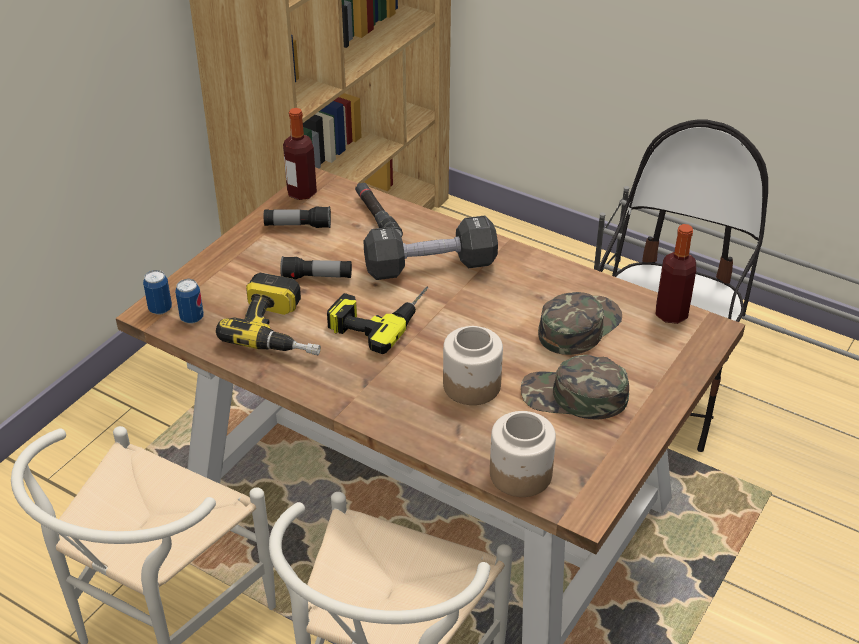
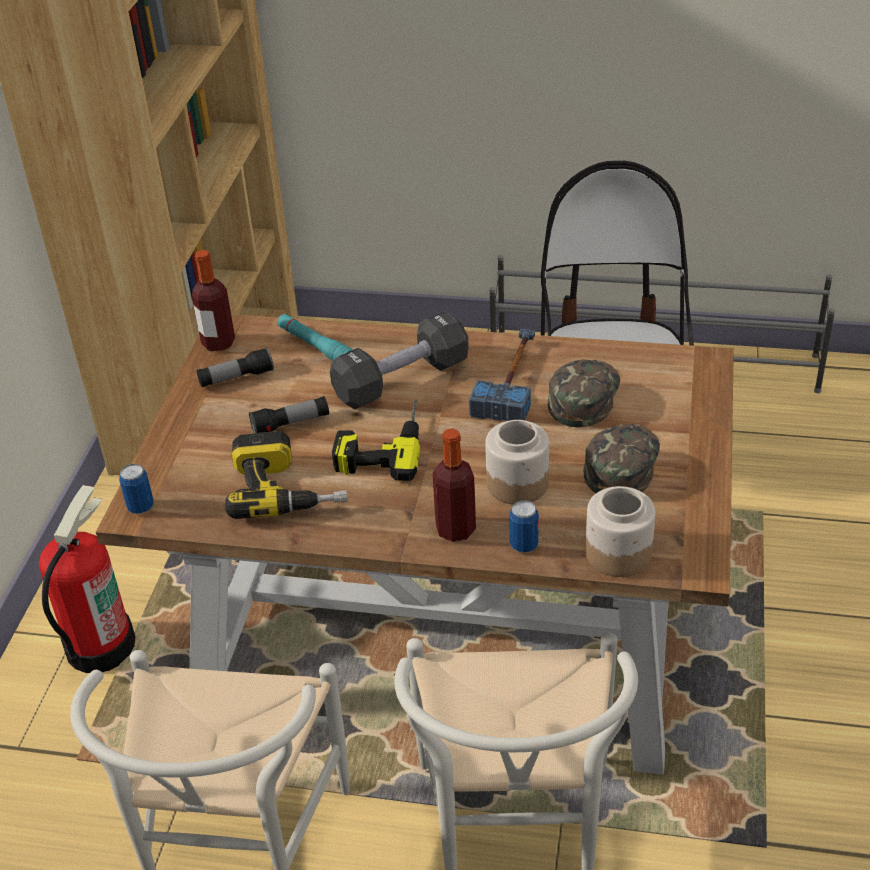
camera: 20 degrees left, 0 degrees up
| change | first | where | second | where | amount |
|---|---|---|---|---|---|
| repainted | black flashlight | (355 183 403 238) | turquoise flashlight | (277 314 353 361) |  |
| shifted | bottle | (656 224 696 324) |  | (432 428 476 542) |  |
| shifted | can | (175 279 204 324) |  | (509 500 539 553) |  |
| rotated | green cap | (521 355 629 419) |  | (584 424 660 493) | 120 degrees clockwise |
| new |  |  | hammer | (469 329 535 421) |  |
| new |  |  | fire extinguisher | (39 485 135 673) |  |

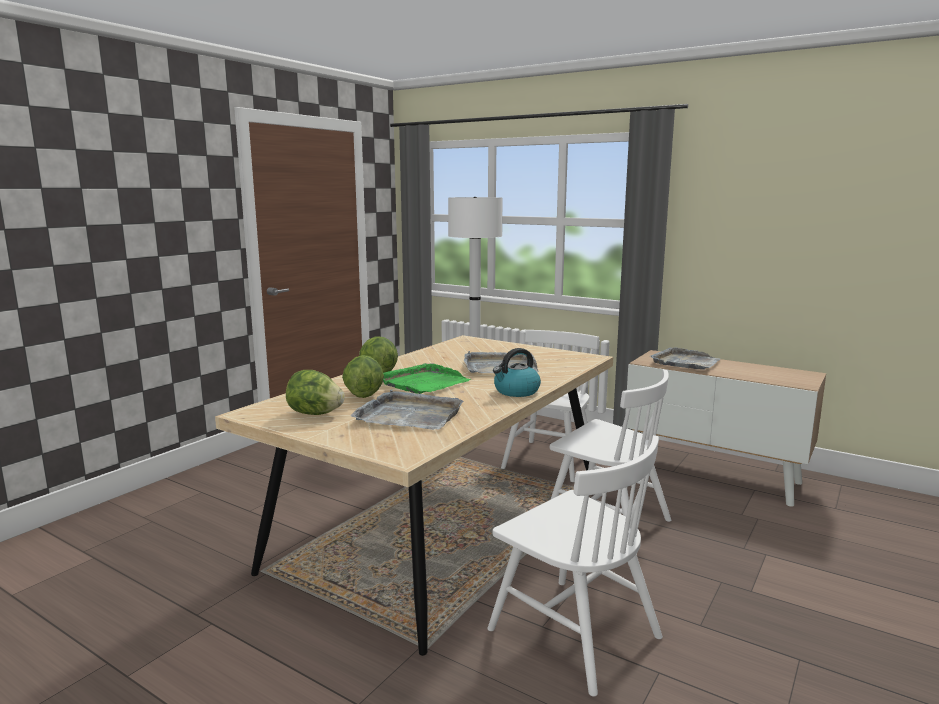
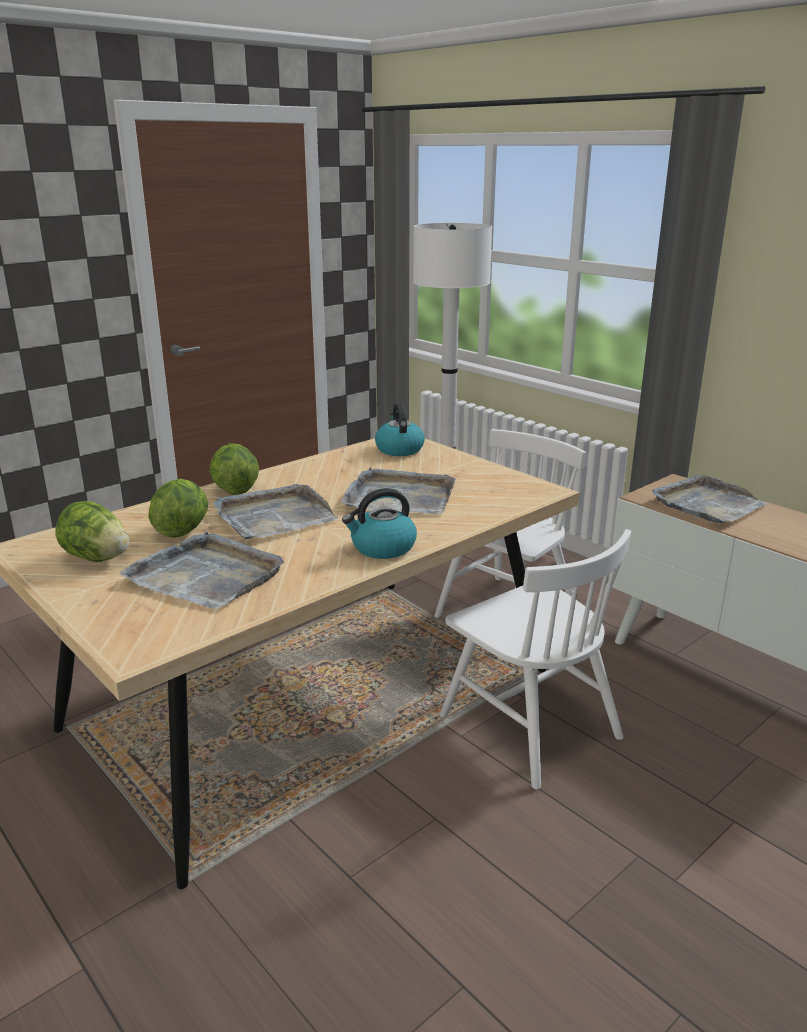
camera: 15 degrees right, 10 degrees up
| change | first | where | second | where | amount |
|---|---|---|---|---|---|
| repainted | green tray | (383 363 471 394) | grey tray | (214 484 338 540) |  |
| gone | white chair | (488 435 663 697) |  |  |  |
| new |  |  | kettle | (375 403 425 456) |  |

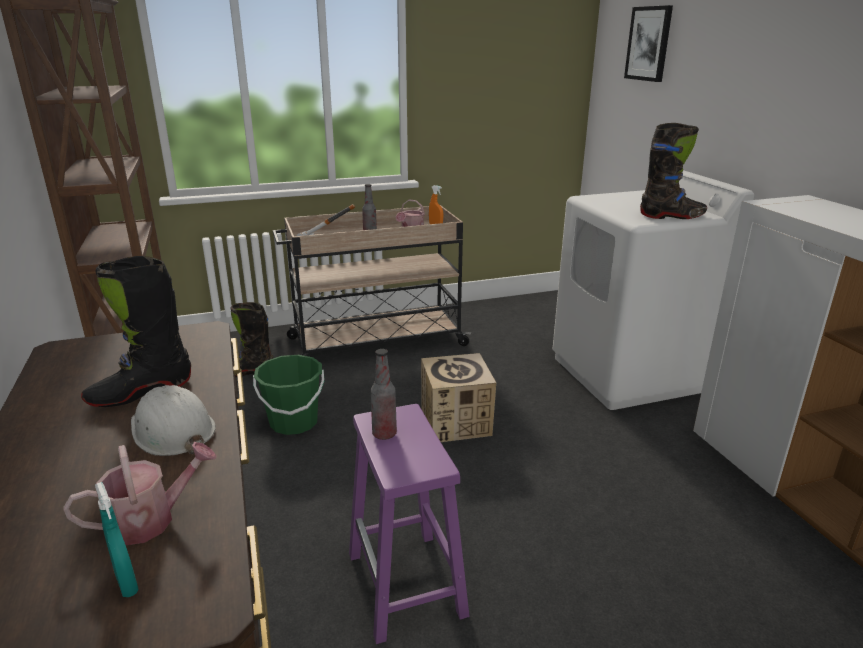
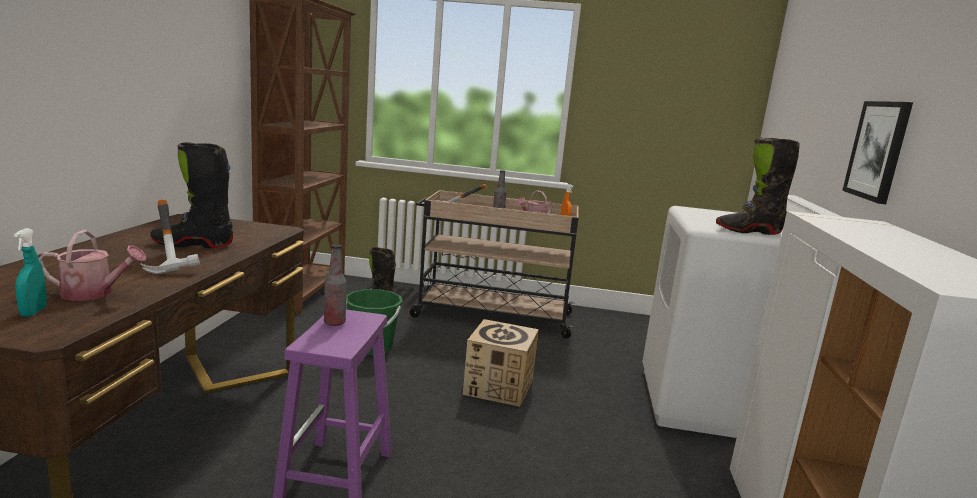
camera: 25 degrees right, 10 degrees down
| change | first | where | second | where | amount |
|---|---|---|---|---|---|
| shifted | picture | (624 5 673 82) |  | (842 101 913 204) |  |
| rotated | black boot | (640 123 707 219) |  | (716 137 800 235) | 150 degrees clockwise |
| swapped | white hard hat | (131 385 216 456) | hammer | (141 200 200 274) |  |

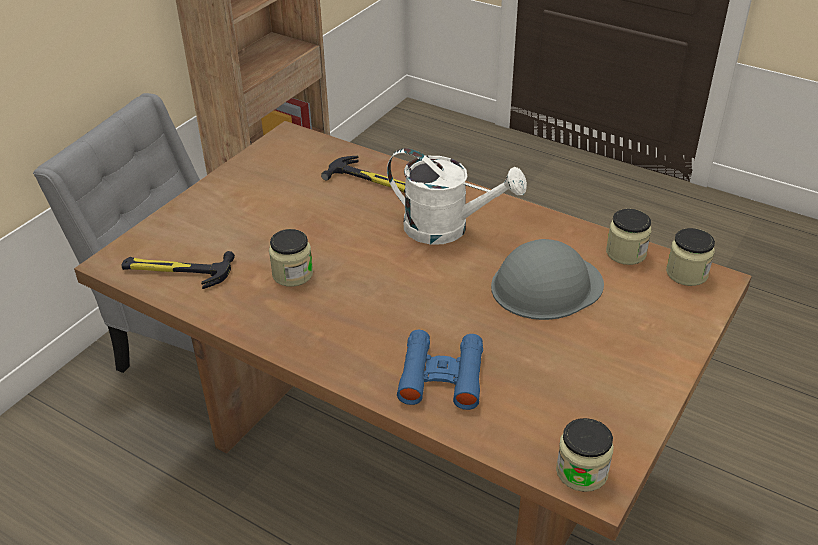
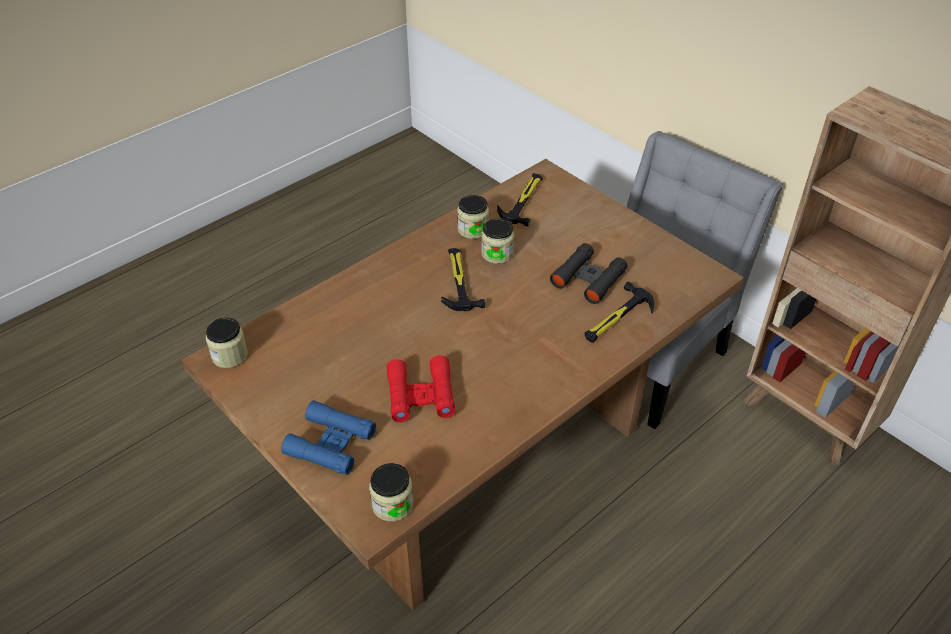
camera: 105 degrees right, 5 degrees up
| change | first | where | second | where | amount |
|---|---|---|---|---|---|
| gone | white watering can | (387 148 527 245) |  |  |  |
| shifted | jar | (606 209 651 265) |  | (457 195 489 239) |  |
| swapped | grey hard hat | (491 239 604 320) | red binoculars | (386 355 455 422) |  |
| shifted | blue binoculars | (397 330 483 410) |  | (281 400 376 475) |  |
| new |  |  | black binoculars | (550 243 628 304) |  |
| new |  |  | hammer | (441 248 485 311) |  |

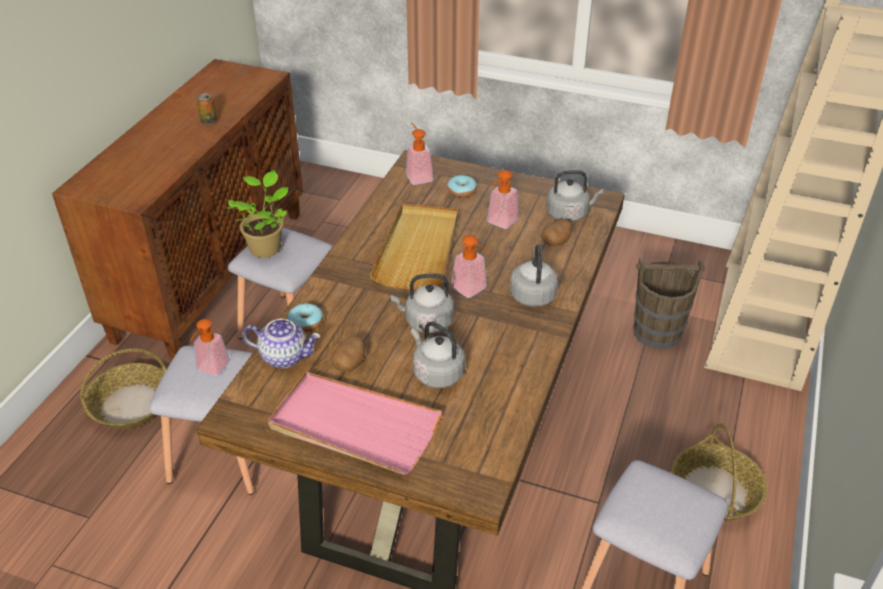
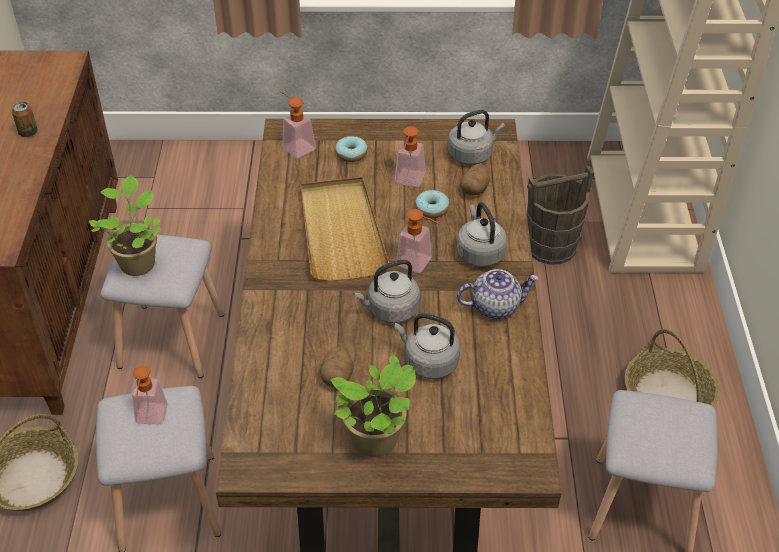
camera: 20 degrees left, 5 degrees up
| change | first | where | second | where | amount |
|---|---|---|---|---|---|
| shifted | donut | (288 303 323 332) |  | (415 190 449 218) |  |
| shifted | teapot | (242 319 320 368) |  | (457 269 539 319) |  |
| swapped | pink tray | (268 372 442 475) | potted plant | (330 354 416 457) |  |

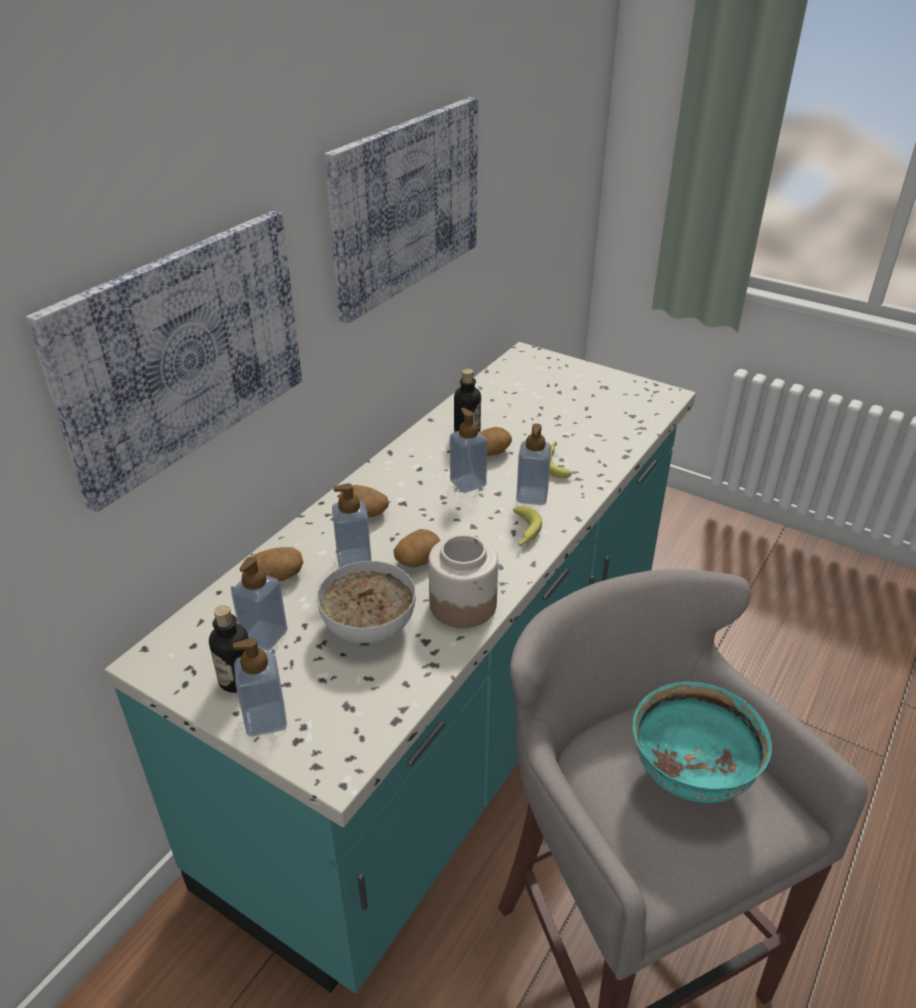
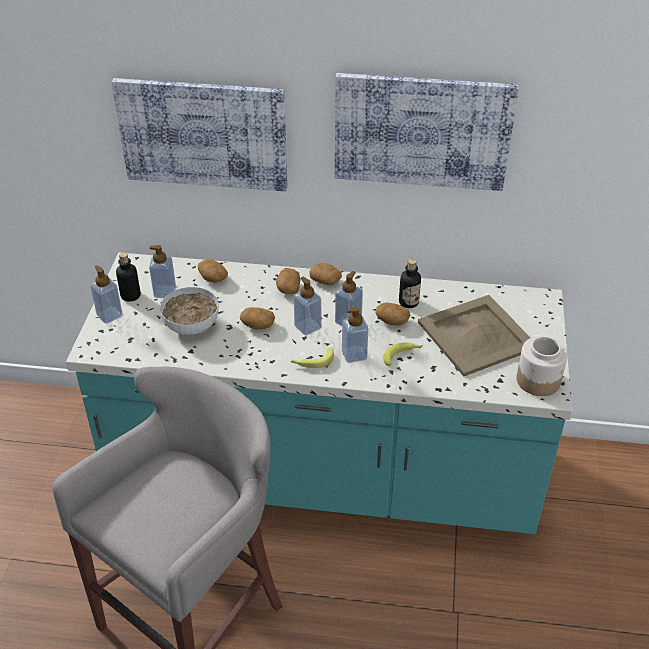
camera: 65 degrees right, 5 degrees up
| change | first | where | second | where | amount |
|---|---|---|---|---|---|
| shifted | soap dispenser | (332 483 372 568) |  | (294 277 321 336) |  |
| shifted | jar | (428 535 498 628) |  | (517 336 568 396) |  |
| gone | turquoise bowl | (633 682 772 803) |  |  |  |
| new |  |  | potato | (310 263 342 285) |  |
| new |  |  | beige tray | (418 295 530 376) |  |

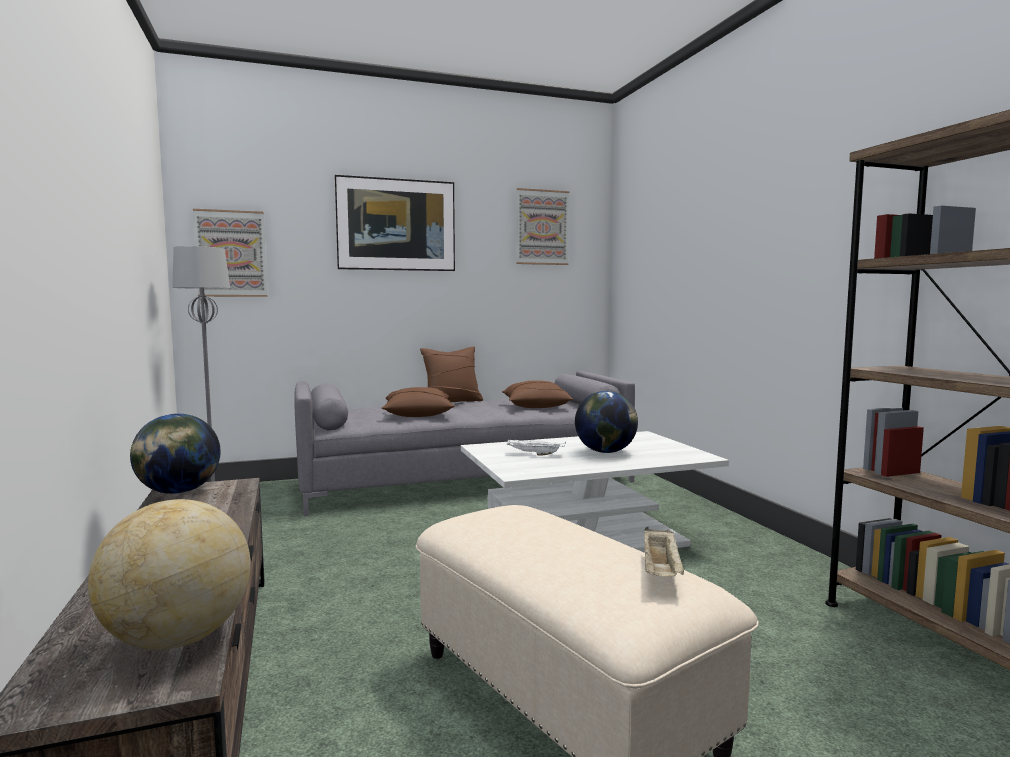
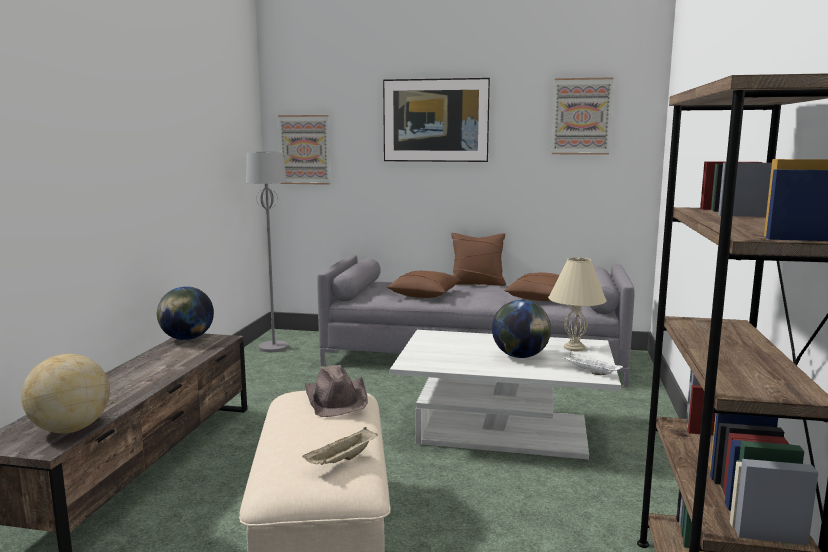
camera: 30 degrees right, 5 degrees up
| change | first | where | second | where | amount |
|---|---|---|---|---|---|
| shifted | white tray | (506 439 566 456) |  | (563 353 623 375) |  |
| new |  |  | beige table lamp | (548 257 607 351) |  |
| new |  |  | brown hat | (305 365 368 417) |  |

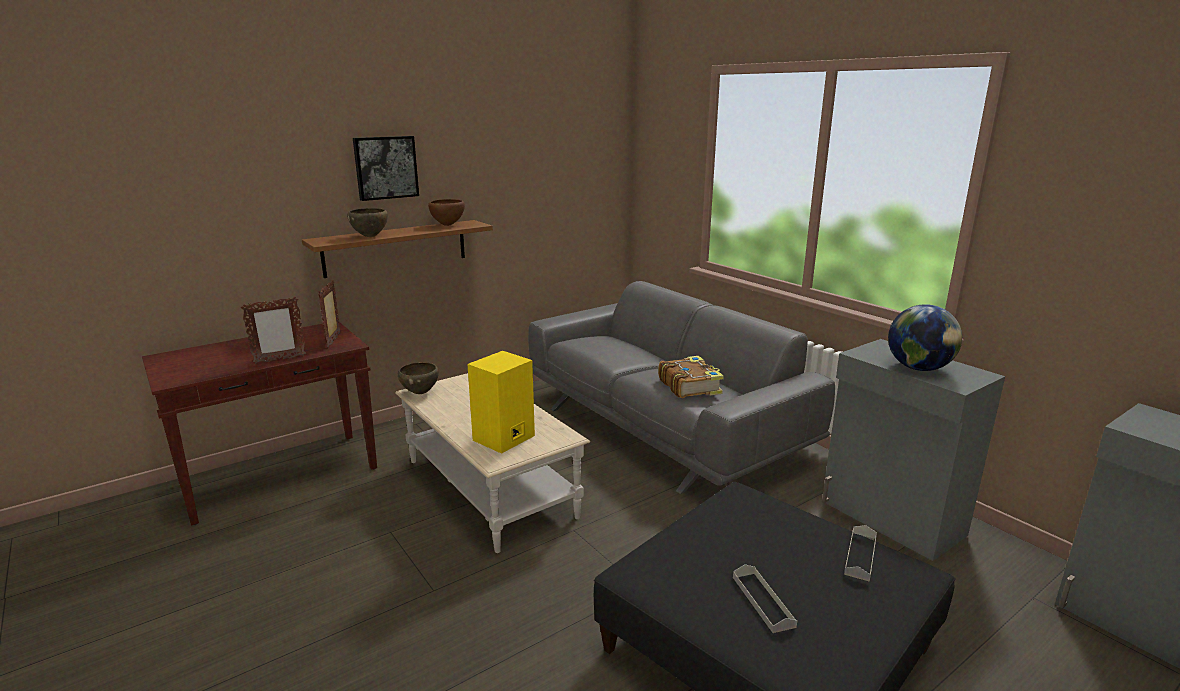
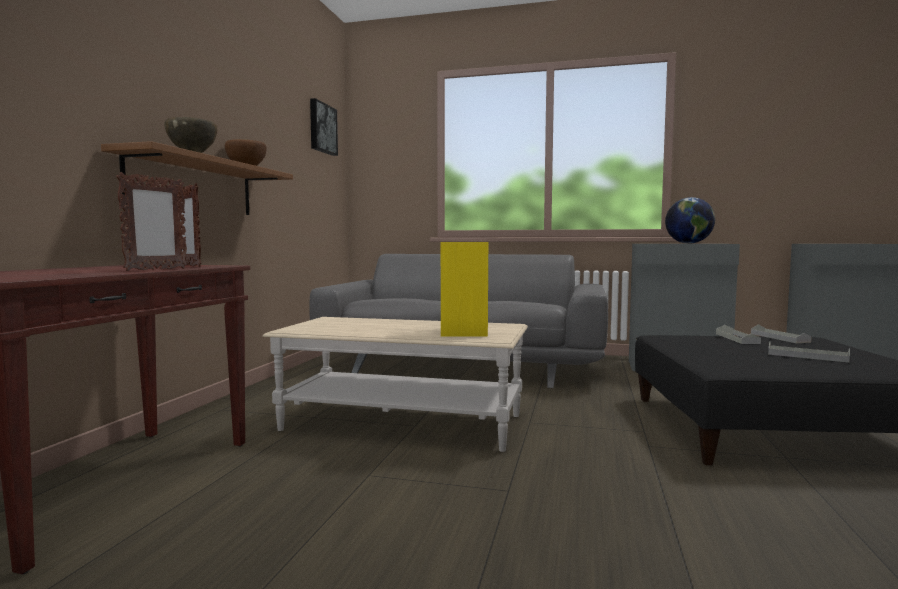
camera: 40 degrees left, 15 degrees down
| change | first | where | second | where | amount |
|---|---|---|---|---|---|
| shifted | picture | (353 136 419 201) |  | (310 98 338 156) |  |
| gone | book | (658 356 724 398) |  |  |  |
| gone | brown bowl | (398 362 439 394) |  |  |  |
| new |  |  | grey tray | (716 325 761 344) |  |

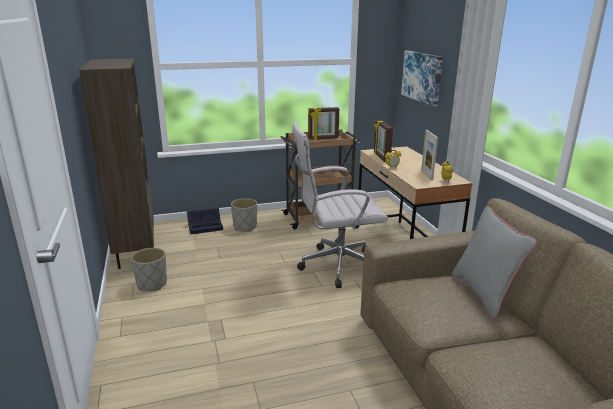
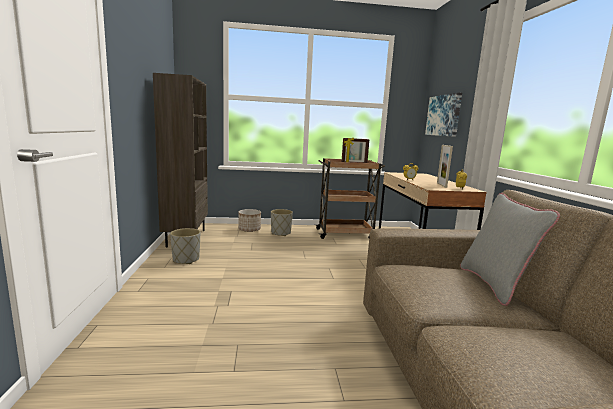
camera: 10 degrees right, 10 degrees down
| change | first | where | second | where | amount |
|---|---|---|---|---|---|
| gone | picture frame | (374 120 393 162) |  |  |  |
| gone | white office chair | (292 121 388 288) |  |  |  |
| swapped | black storage box | (187 208 223 234) | planter | (238 209 261 232) |  |

